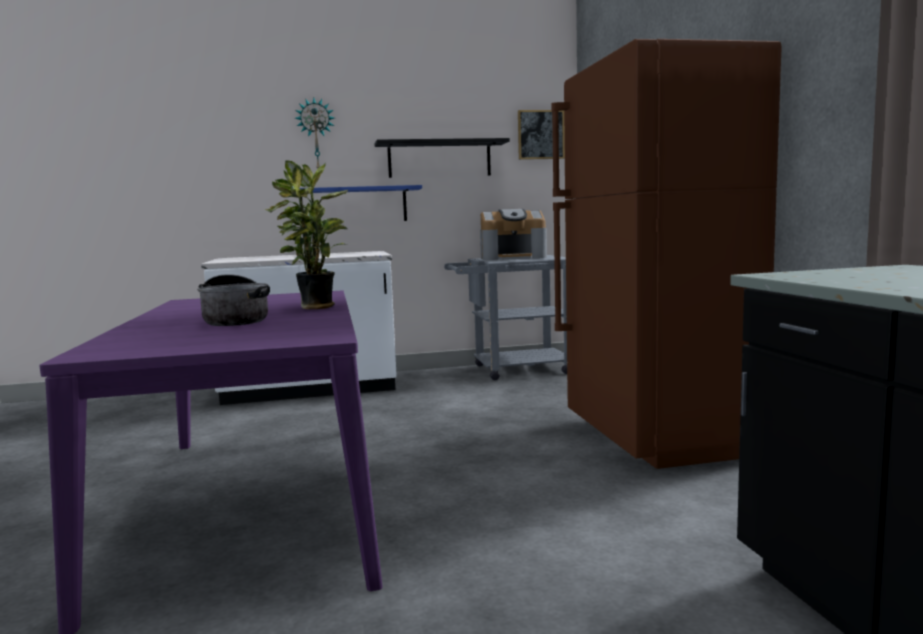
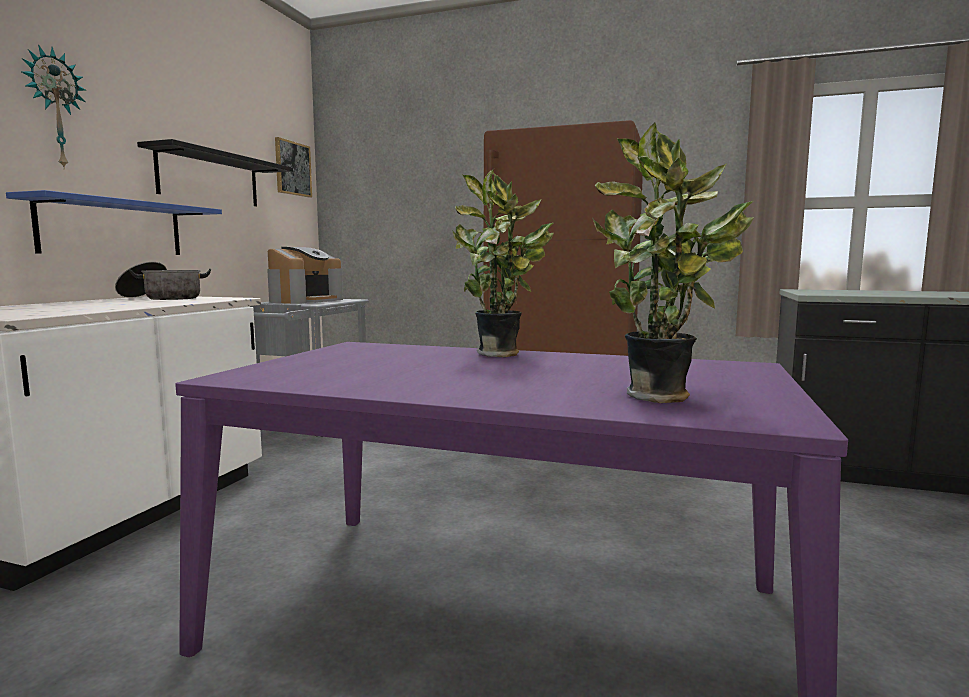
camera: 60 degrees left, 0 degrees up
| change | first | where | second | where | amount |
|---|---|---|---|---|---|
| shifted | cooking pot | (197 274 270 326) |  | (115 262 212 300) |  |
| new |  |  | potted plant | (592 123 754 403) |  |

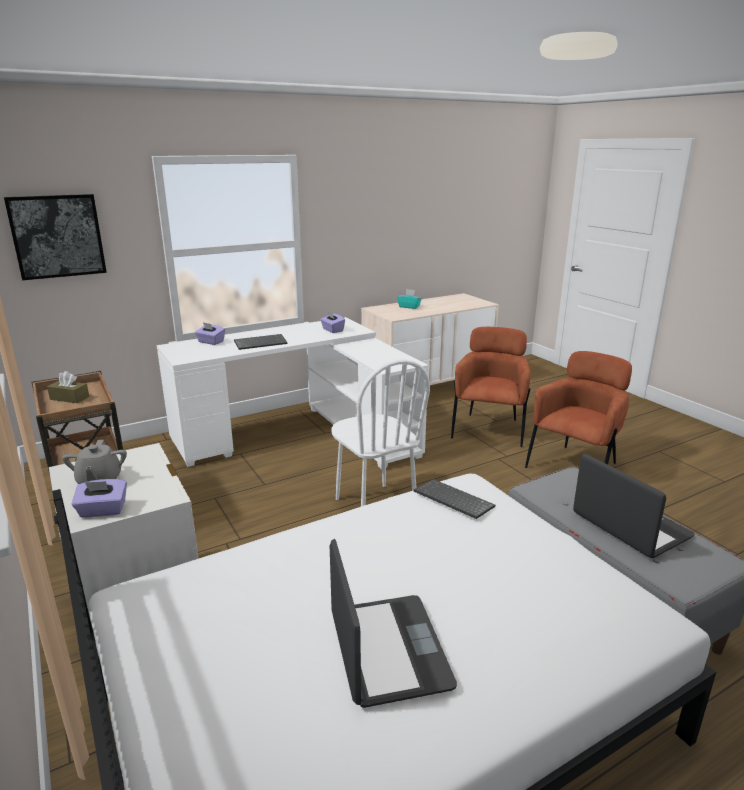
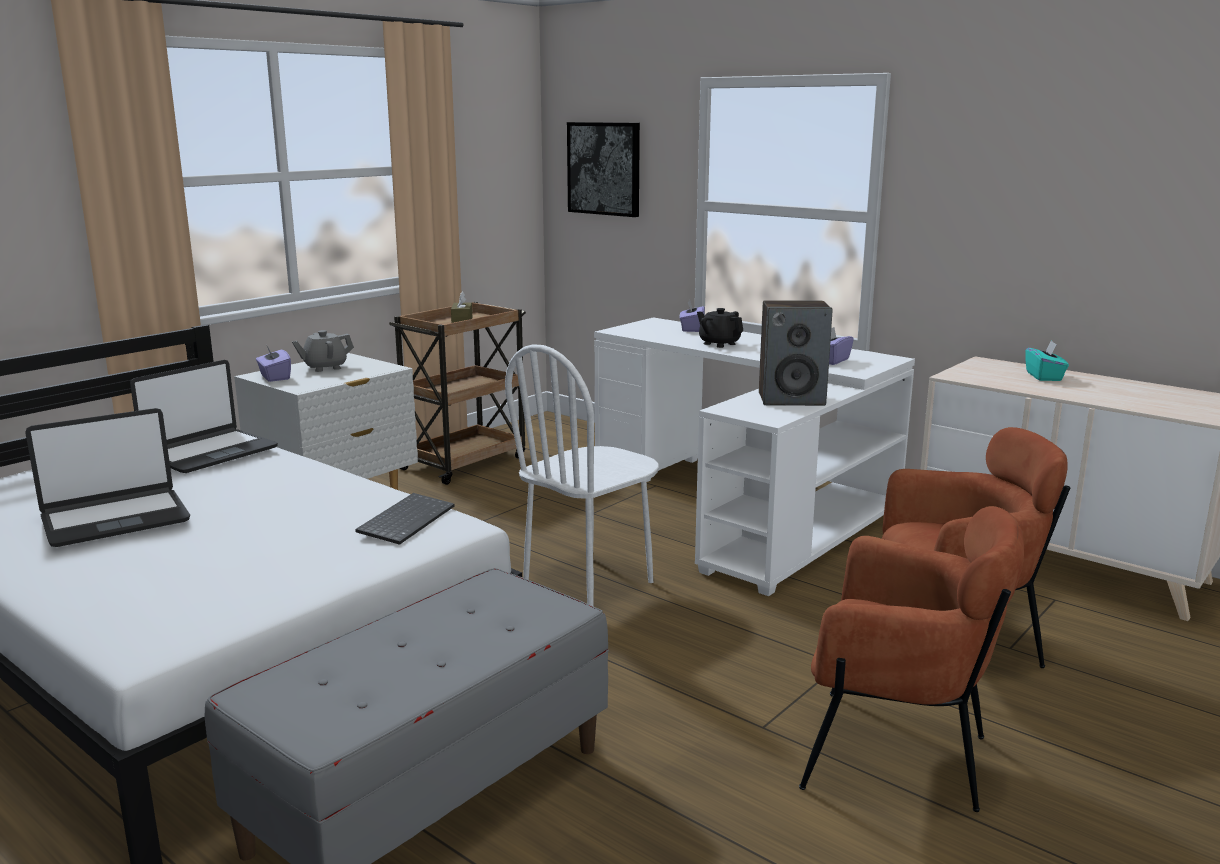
camera: 70 degrees right, 5 degrees down
| change | first | where | second | where | amount |
|---|---|---|---|---|---|
| swapped | keyboard | (234 334 288 350) | black teapot | (697 308 743 348) |  |
| shifted | laptop | (573 454 694 558) |  | (130 360 278 473) |  |
| new |  |  | speaker | (759 300 832 406) |  |

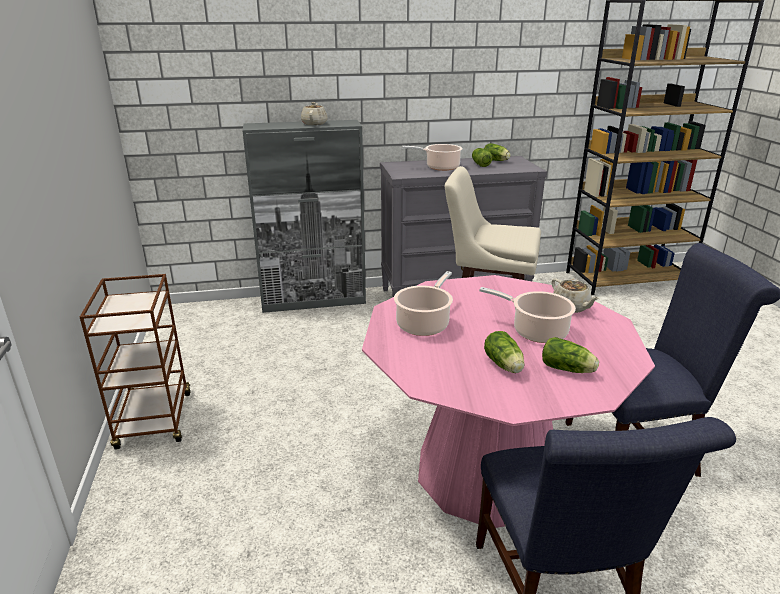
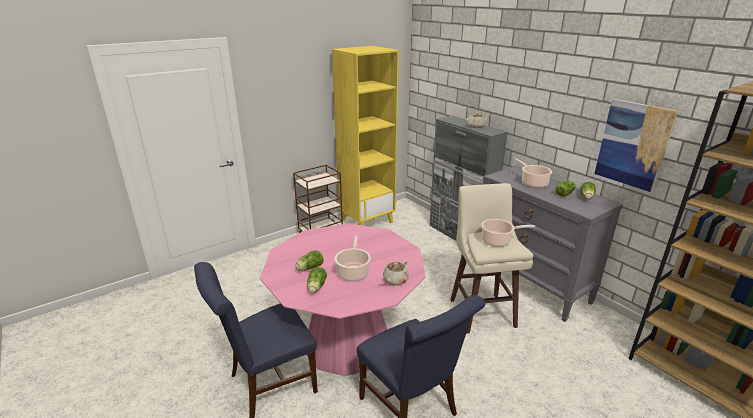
camera: 65 degrees right, 0 degrees up
| change | first | where | second | where | amount |
|---|---|---|---|---|---|
| shifted | cooking pot | (394 271 453 336) |  | (481 219 535 247) |  |
| new |  |  | yellow bookcase | (332 46 399 226) |  |
| new |  |  | picture | (594 99 678 193) |  |

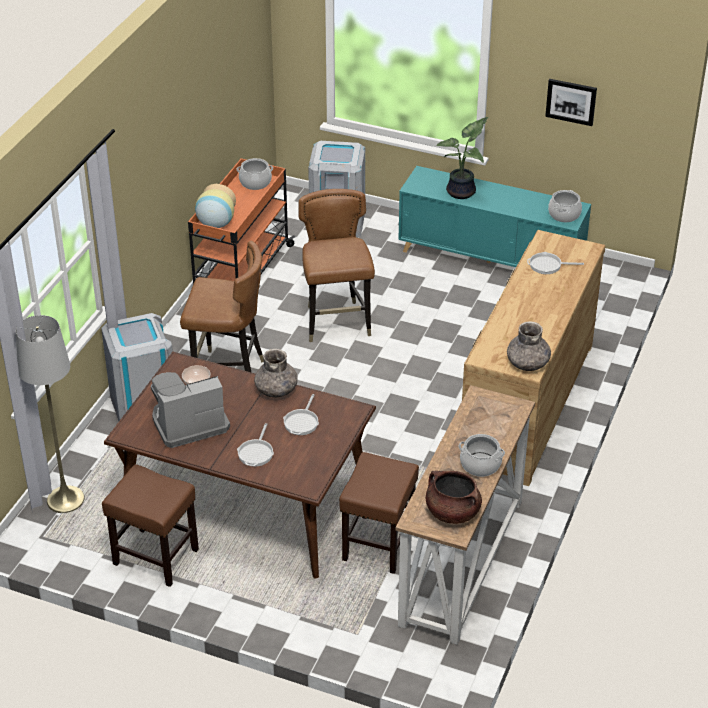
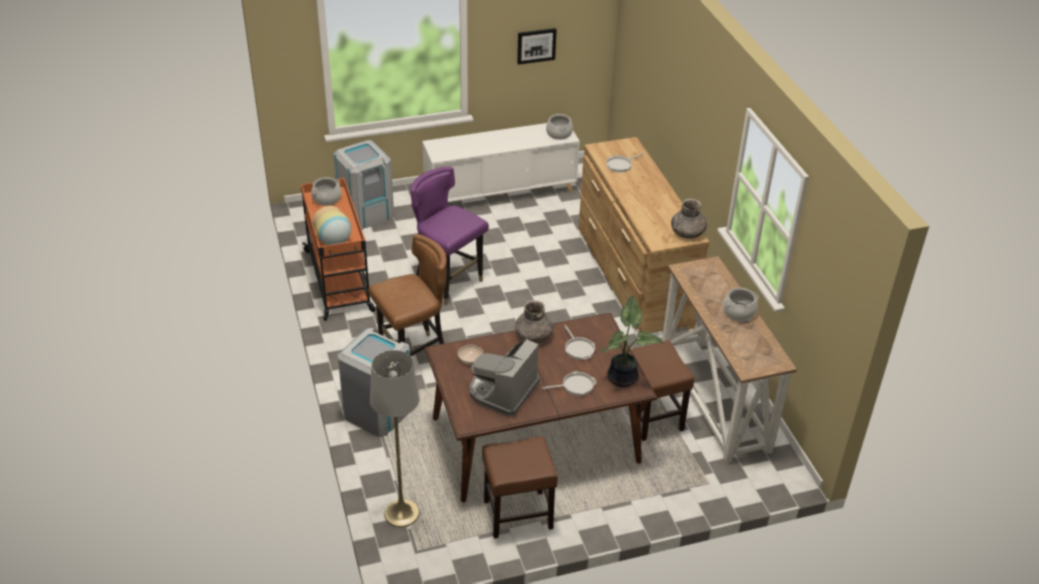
camera: 40 degrees left, 0 degrees up
| change | first | where | second | where | amount |
|---|---|---|---|---|---|
| shifted | potted plant | (436 117 488 199) |  | (601 295 663 387) |  |
| repainted | turquoise cabinet | (398 166 591 267) | white cabinet | (422 123 580 202) |  |
| repainted | brown chair | (298 189 375 342) | purple chair | (411 166 489 306) |  |
| rotated | frying pan | (237 423 274 467) |  | (542 371 596 396) | 75 degrees counterclockwise |
| gone | brown cooking pot | (426 471 482 524) |  |  |  |

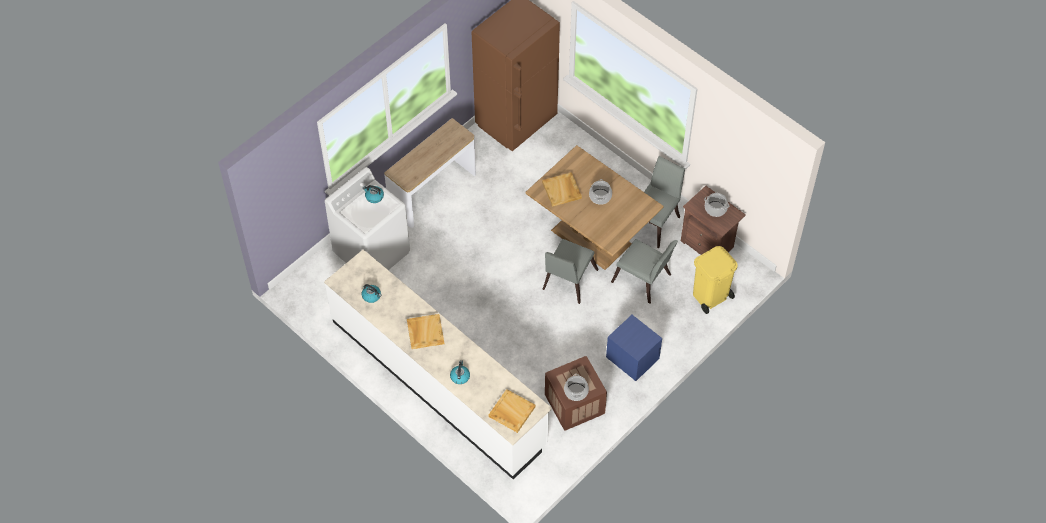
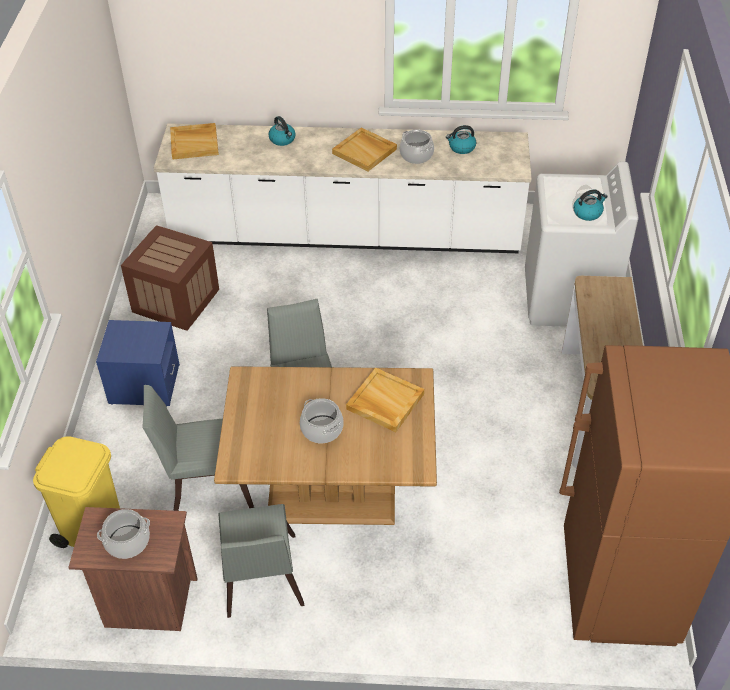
camera: 140 degrees right, 10 degrees down
| change | first | where | second | where | amount |
|---|---|---|---|---|---|
| shifted | cooking pot | (564 374 589 401) |  | (399 129 434 164) |  |

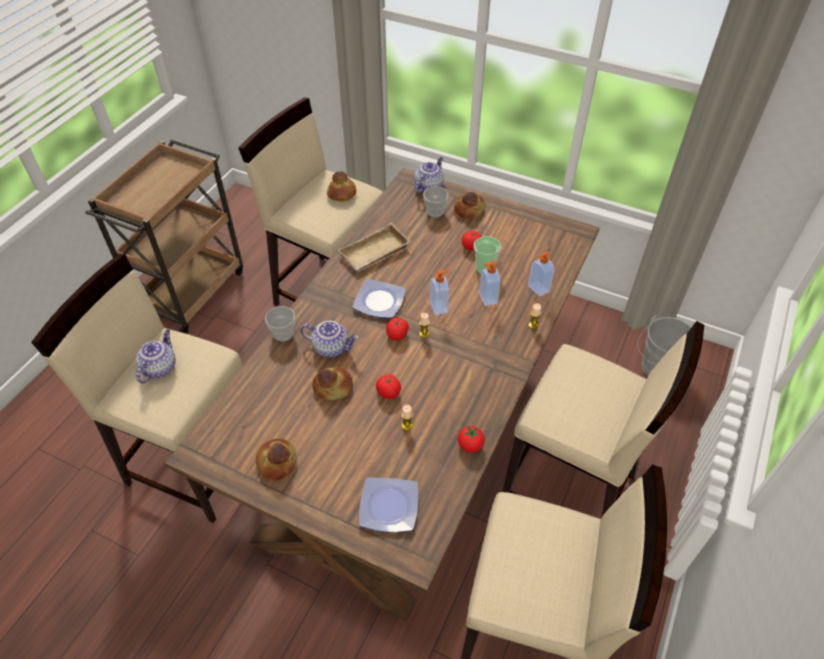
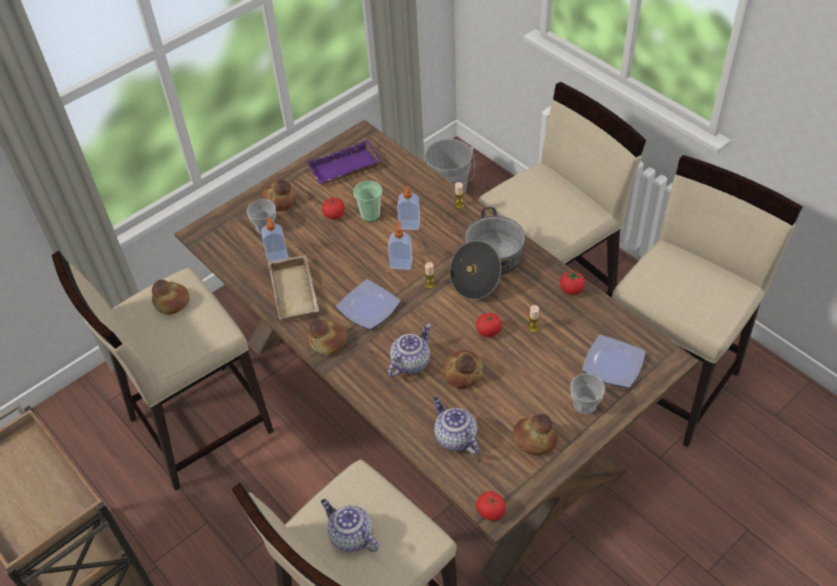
camera: 65 degrees left, 0 degrees up
| change | first | where | second | where | amount |
|---|---|---|---|---|---|
| shifted | teapot | (414 157 444 193) |  | (433 397 479 455) |  |
| shifted | soap dispenser | (528 251 555 297) |  | (261 218 288 262) |  |
| shifted | cup | (265 306 295 342) |  | (570 373 605 414) |  |
| shifted | tomato | (386 318 409 341) |  | (476 491 506 521) |  |
| new |  |  | purple tray | (306 139 381 184) |  |
| new |  |  | cooking pot | (450 207 525 300) |  |
| new |  |  | bread | (307 319 347 355) |  |

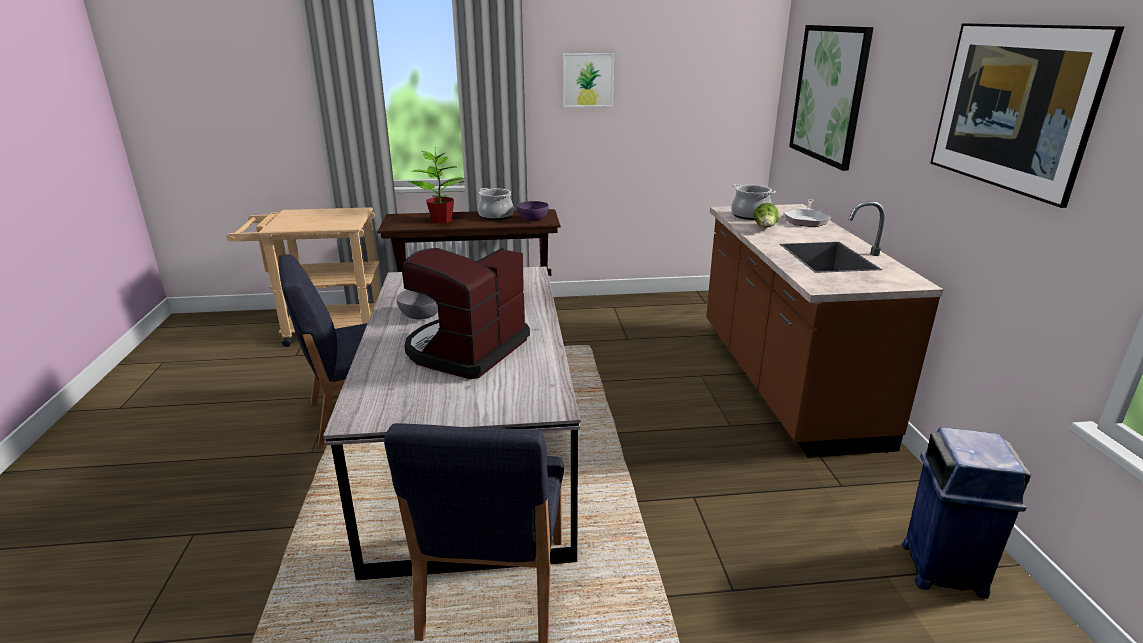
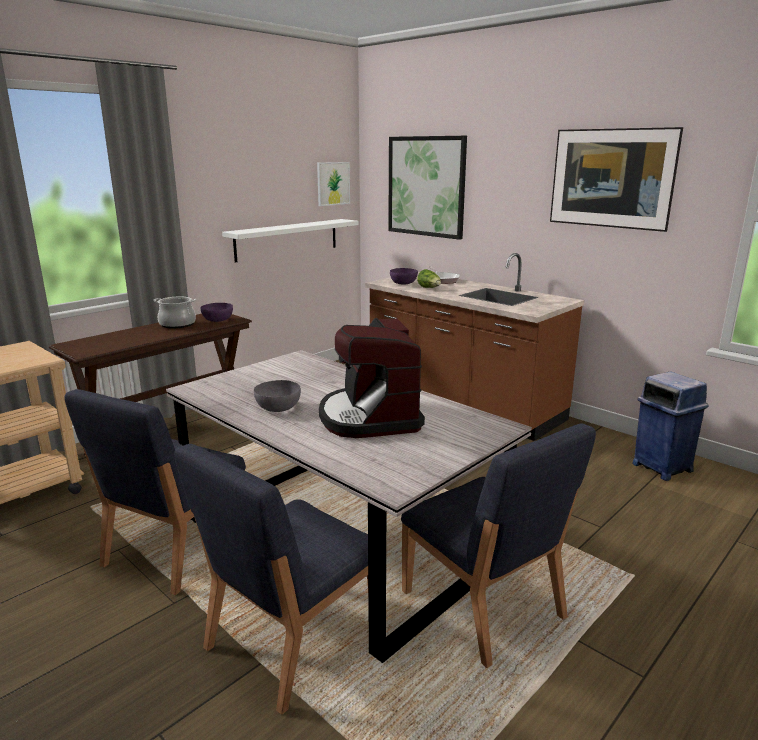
camera: 40 degrees left, 5 degrees down
| change | first | where | second | where | amount |
|---|---|---|---|---|---|
| shifted | picture | (563 53 614 107) |  | (317 162 350 206) |  |
| gone | potted plant | (408 146 466 224) |  |  |  |
| swapped | cooking pot | (731 184 776 220) | purple bowl | (390 268 418 284) |  |
| new |  |  | white shelf | (222 219 358 262) |  |
| new |  |  | blue chair | (174 444 368 715) |  |

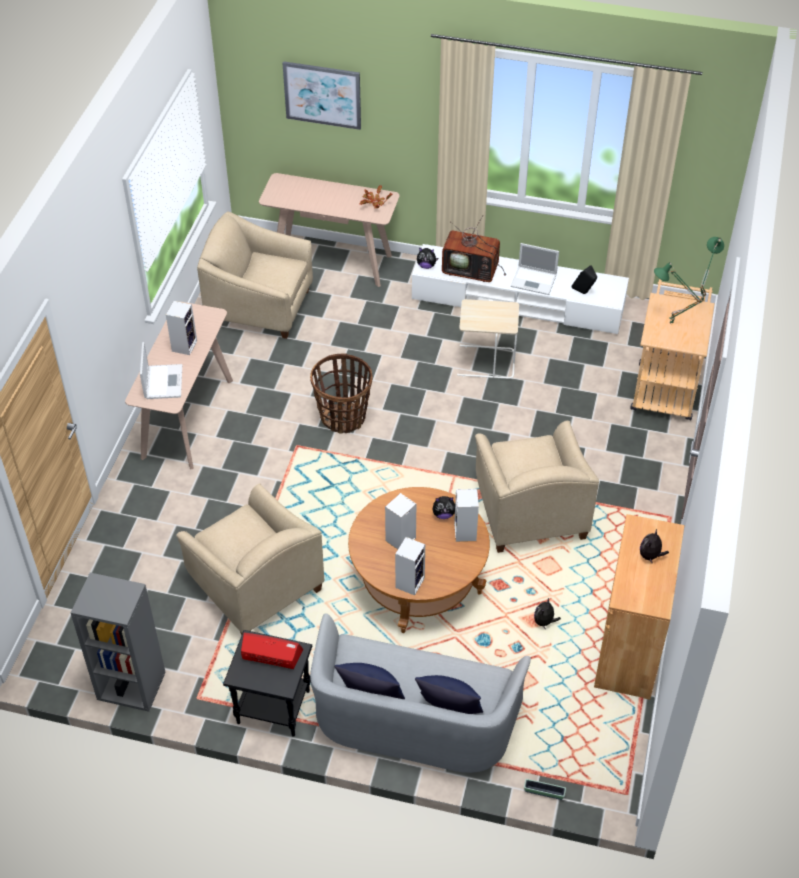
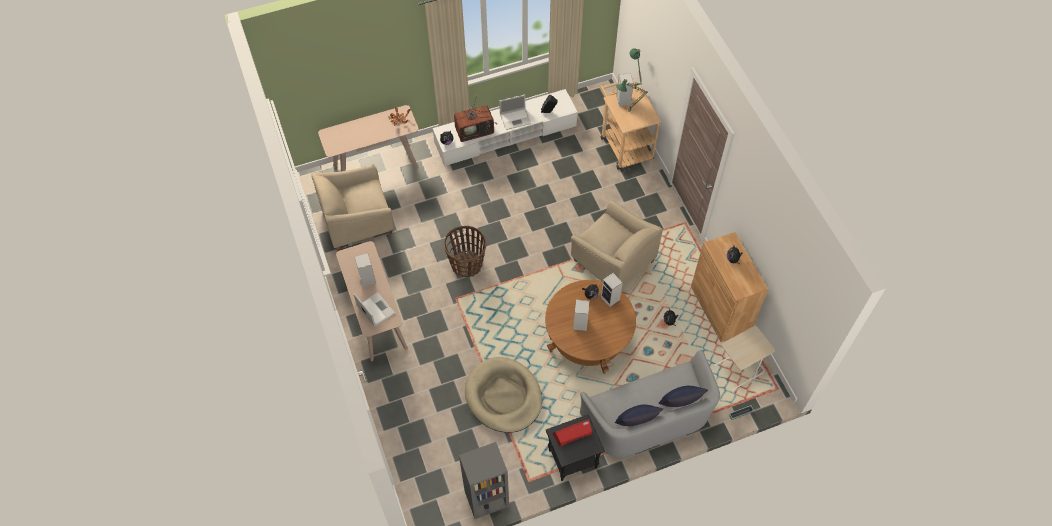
camera: 35 degrees left, 10 degrees up
| change | first | where | second | where | amount |
|---|---|---|---|---|---|
| gone | picture | (282 61 361 130) |  |  |  |
| shifted | beige side table | (457 299 519 379) |  | (713 326 775 391) |  |
| swapped | beige armchair | (176 483 324 635) | beige dog bed | (465 357 542 433) |  |
| shifted | speaker | (395 537 425 595) |  | (616 73 634 106) |  |

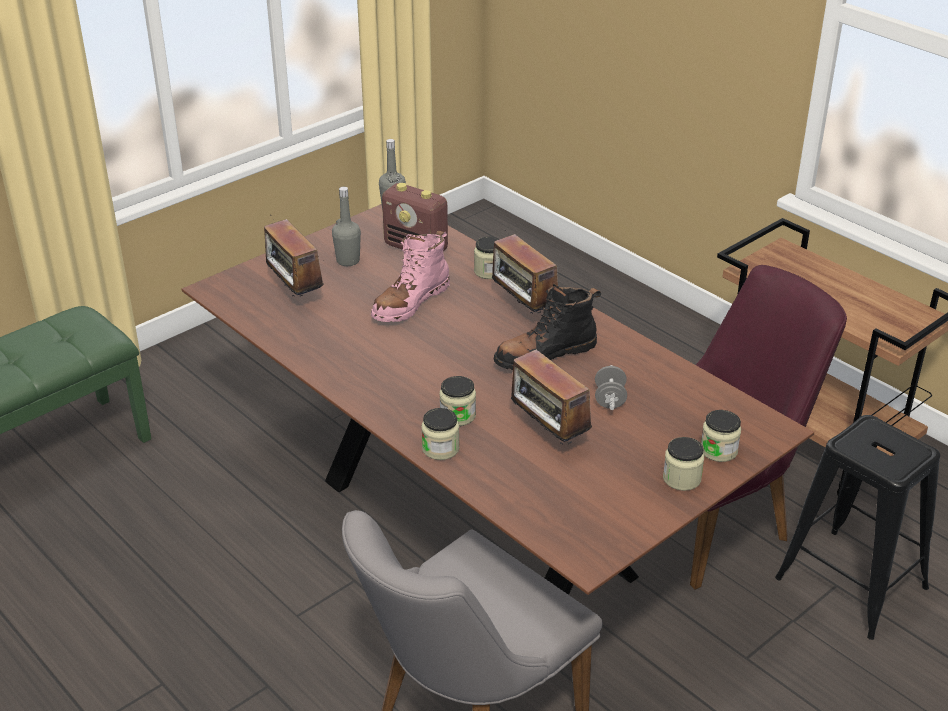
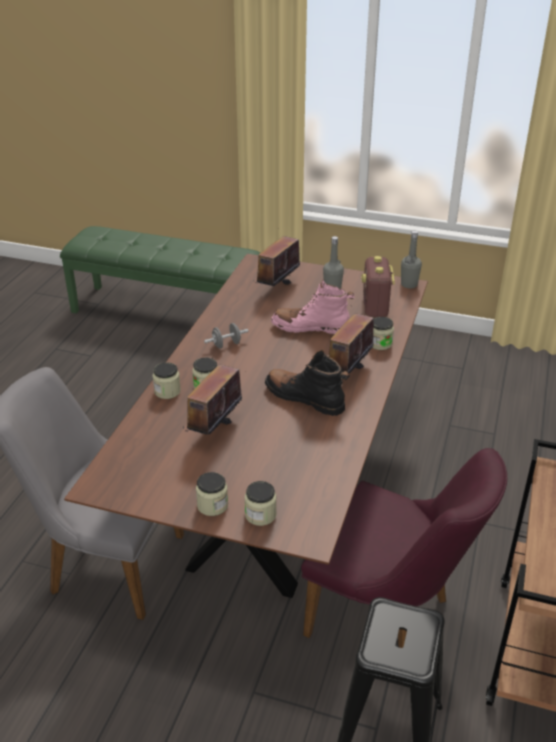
camera: 60 degrees right, 0 degrees up
| change | first | where | second | where | amount |
|---|---|---|---|---|---|
| shifted | grey dumbbell | (595 365 627 410) |  | (204 323 248 349) |  |

